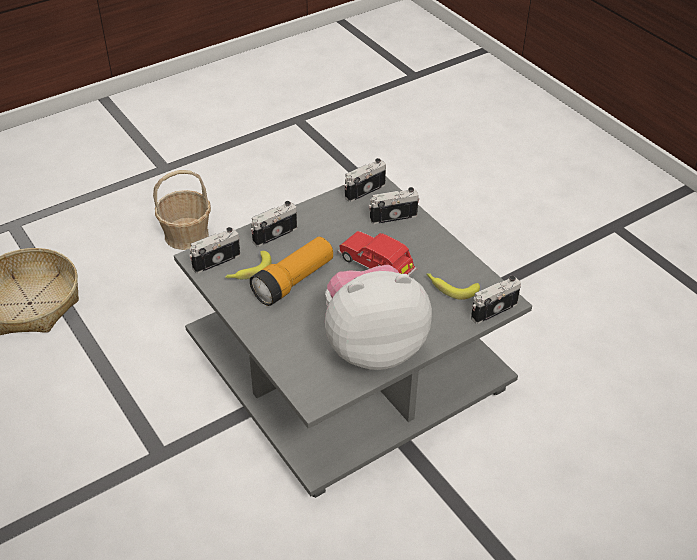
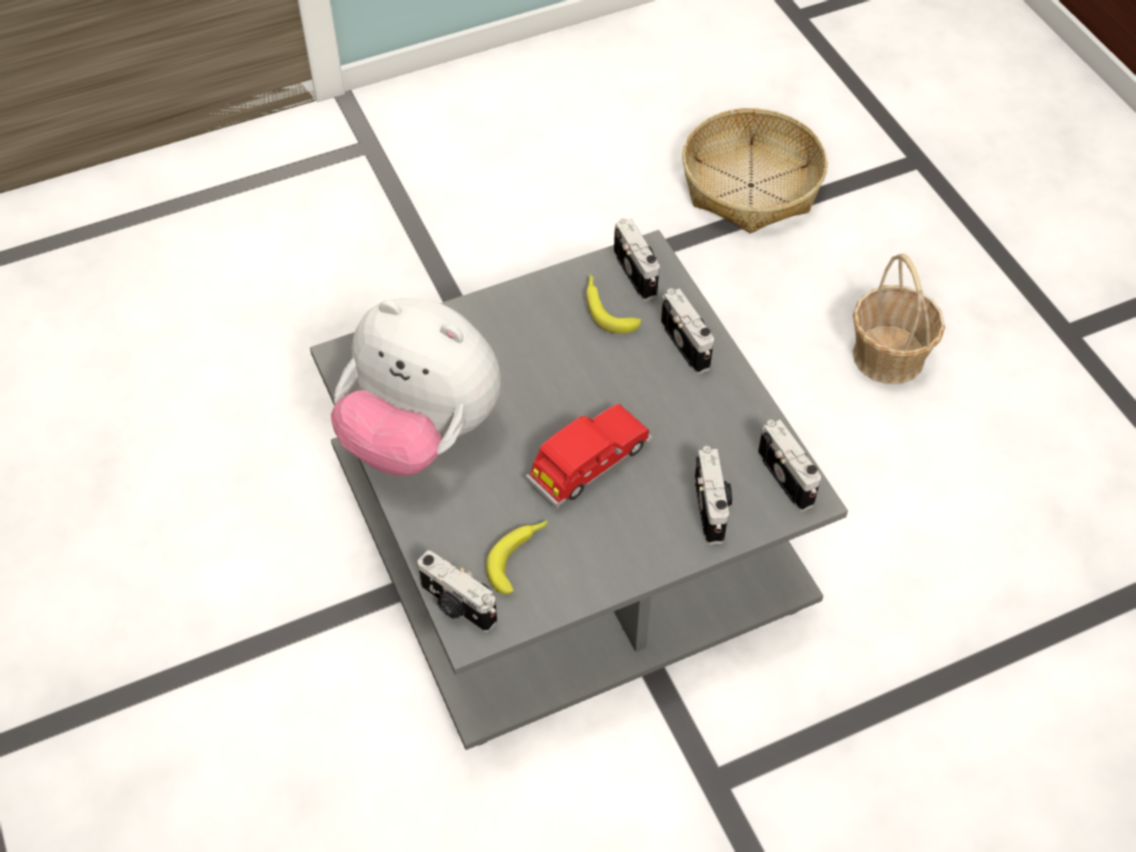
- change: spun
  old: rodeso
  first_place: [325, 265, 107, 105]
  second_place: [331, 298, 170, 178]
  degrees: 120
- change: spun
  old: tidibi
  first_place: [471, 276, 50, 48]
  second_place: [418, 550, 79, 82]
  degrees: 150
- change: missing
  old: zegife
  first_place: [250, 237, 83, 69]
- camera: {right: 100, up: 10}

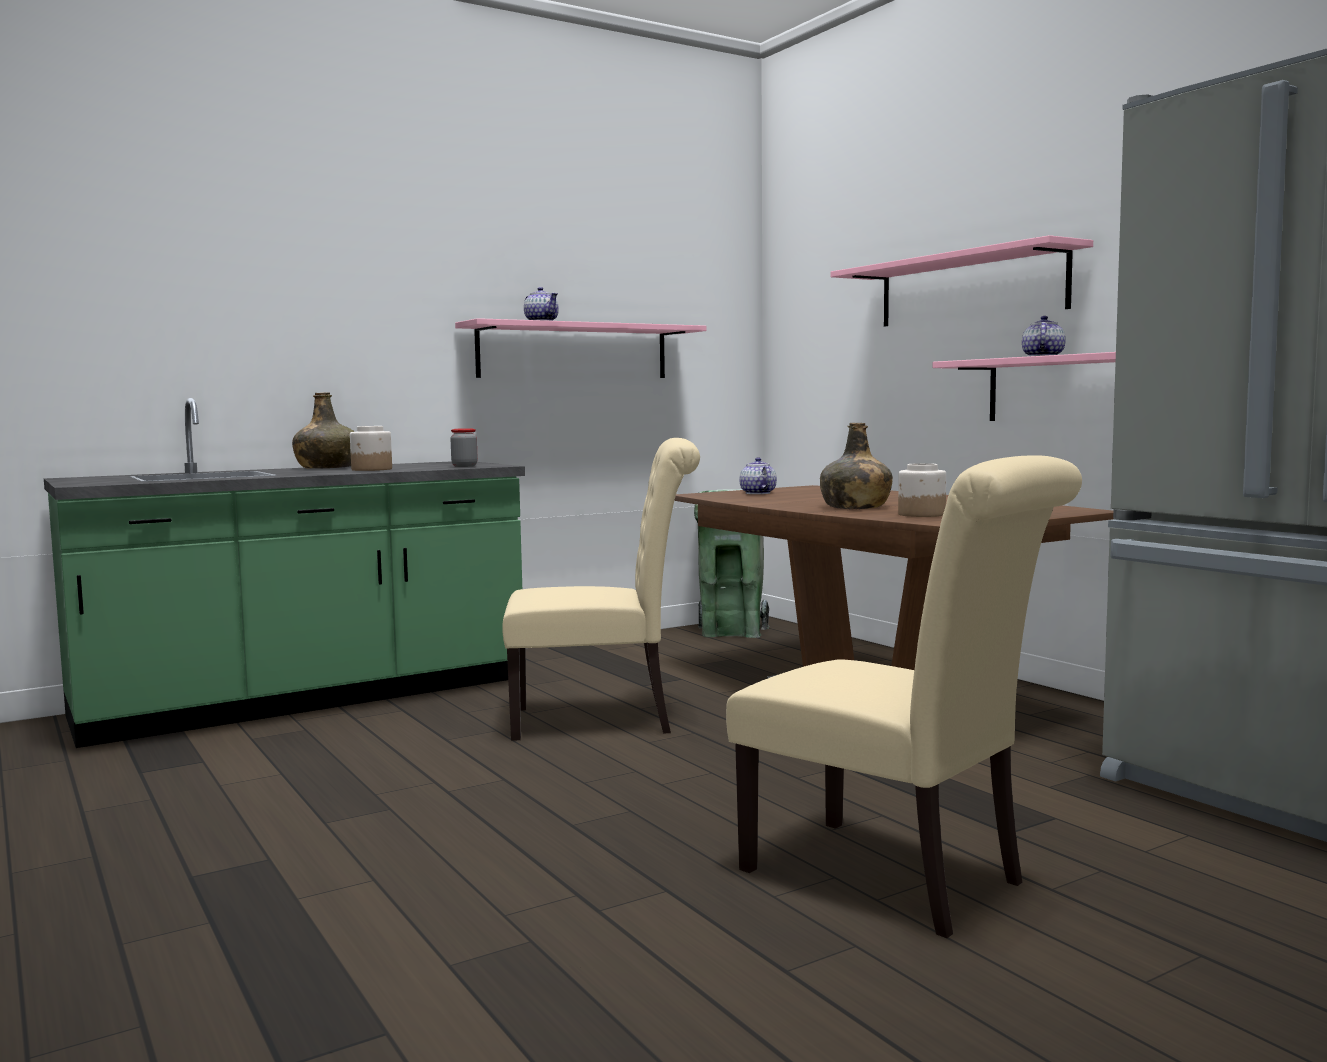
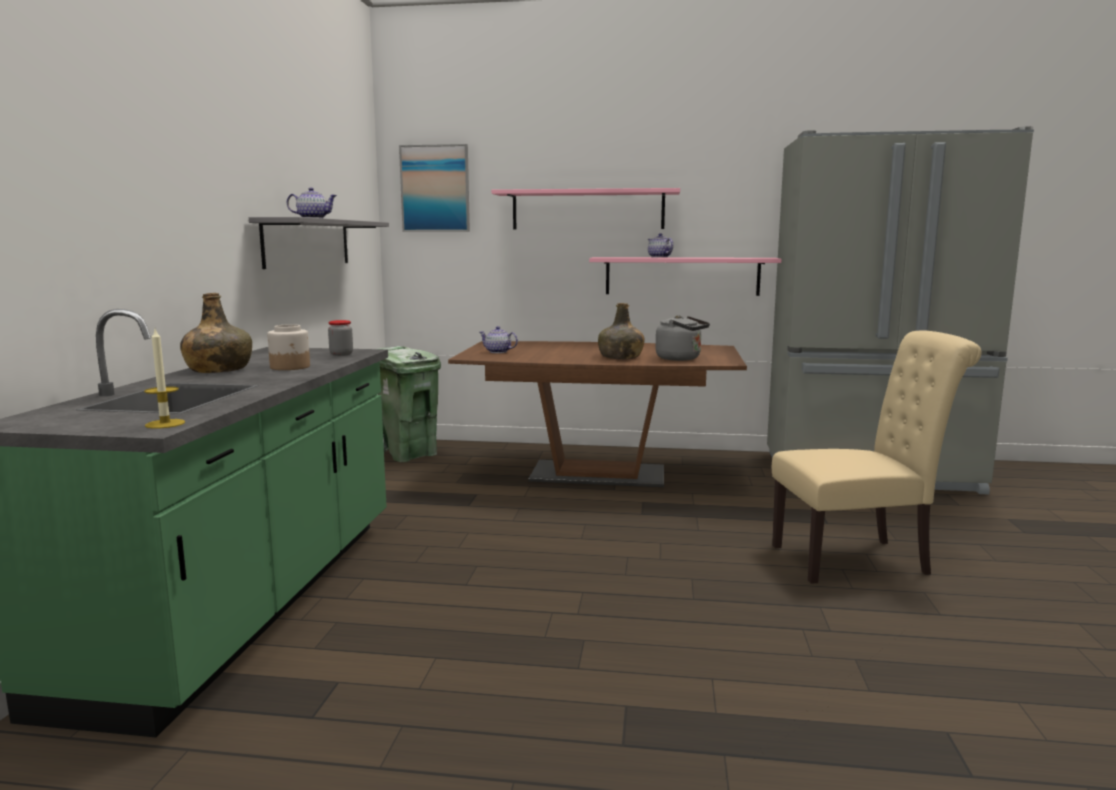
- change: appeared
  new: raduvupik
  second_place: [144, 329, 41, 100]
- change: colour
  old: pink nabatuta
  new: grey nabatuta
  first_place: [455, 318, 251, 60]
  second_place: [249, 217, 140, 52]
- change: appeared
  new: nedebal
  second_place: [399, 144, 71, 88]
- change: exchanged
  old: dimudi
  new: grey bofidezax
  first_place: [898, 463, 48, 54]
  second_place: [655, 315, 55, 46]
- change: missing
  old: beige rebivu
  first_place: [502, 438, 198, 303]
- camera: {right: -50, up: 5}

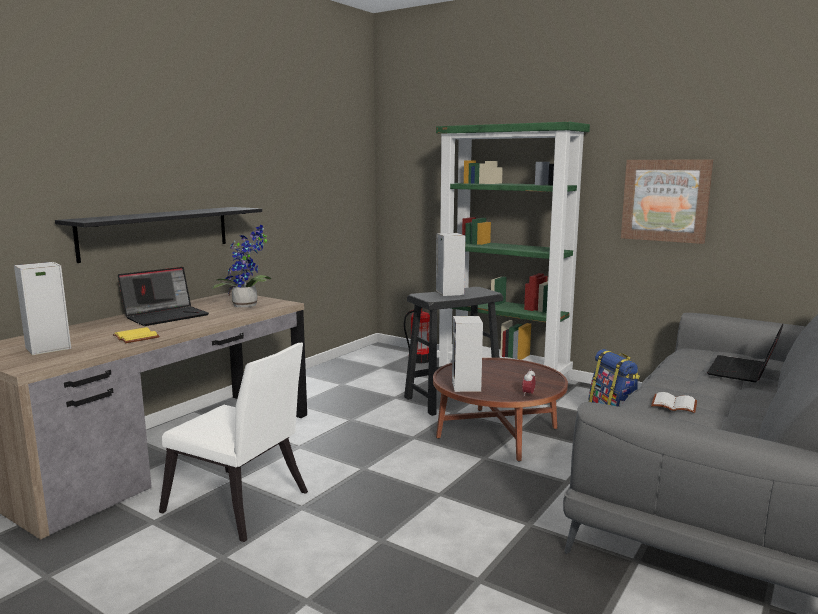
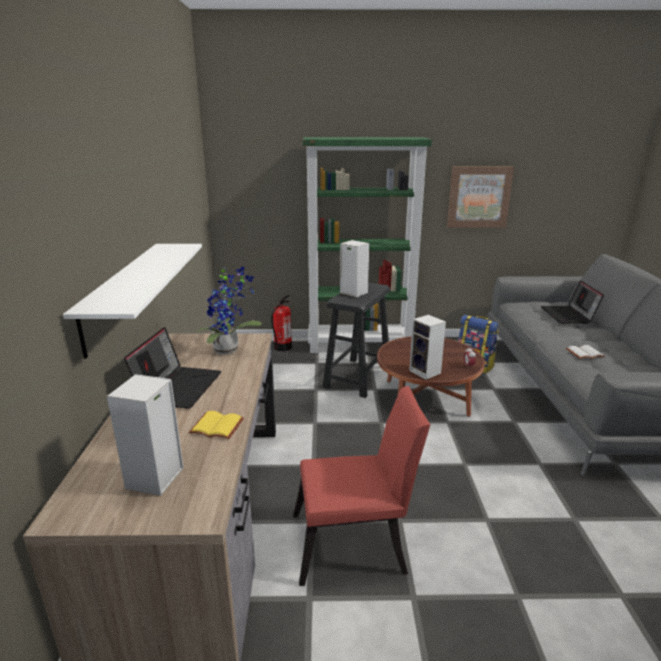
- change: colour
  old: black nabatuta
  new: white nabatuta
  first_place: [55, 207, 207, 56]
  second_place: [63, 244, 139, 115]
- change: colour
  old: white rebivu
  new: red rebivu
  first_place: [159, 343, 149, 199]
  second_place: [293, 386, 137, 200]
- camera: {right: -35, up: 10}

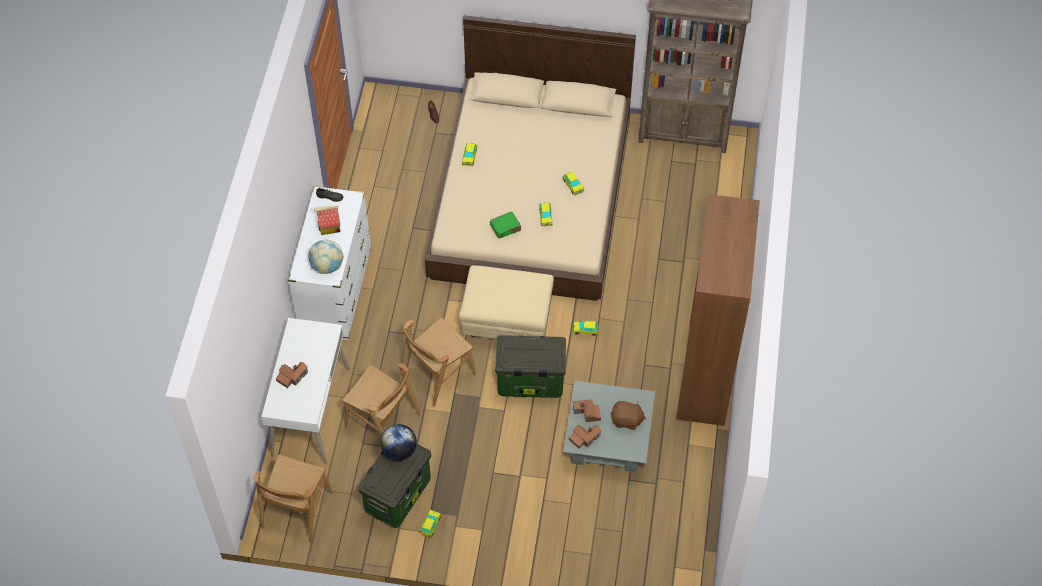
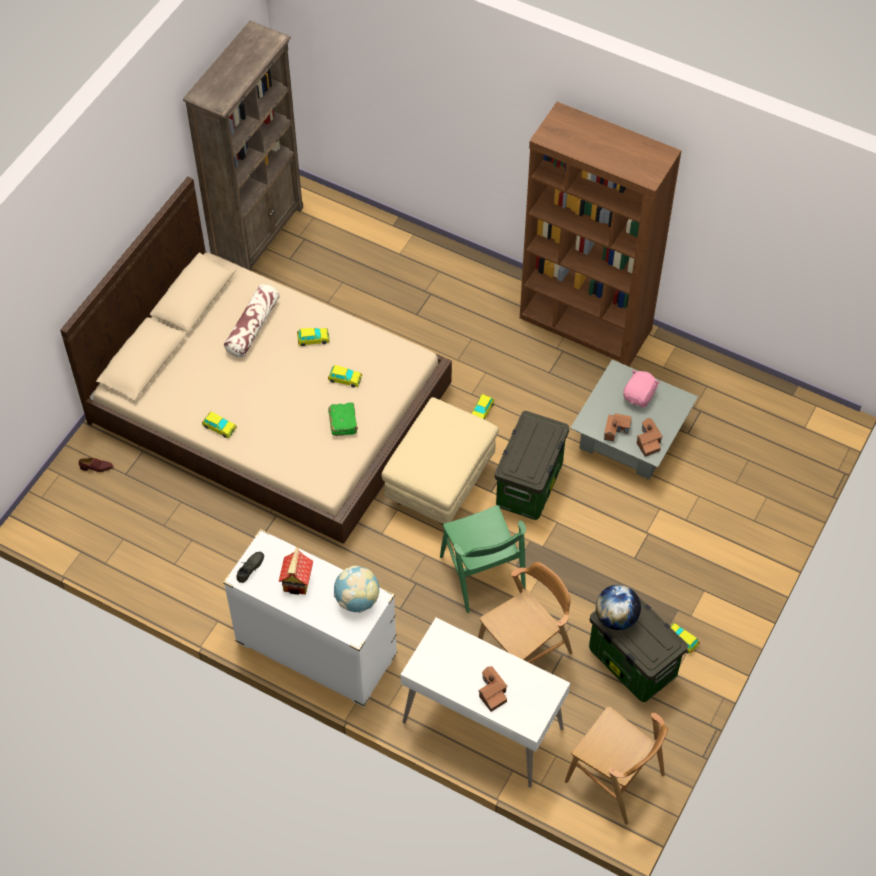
- change: appeared
  new: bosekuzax
  second_place: [224, 284, 56, 73]
- change: colour
  old: brown rebivu
  new: green rebivu
  first_place: [401, 318, 75, 89]
  second_place: [440, 505, 86, 108]
- change: colour
  old: brown rodeso
  new: pink rodeso
  first_place: [611, 401, 35, 29]
  second_place: [623, 370, 37, 38]
- camera: {right: -70, up: 0}

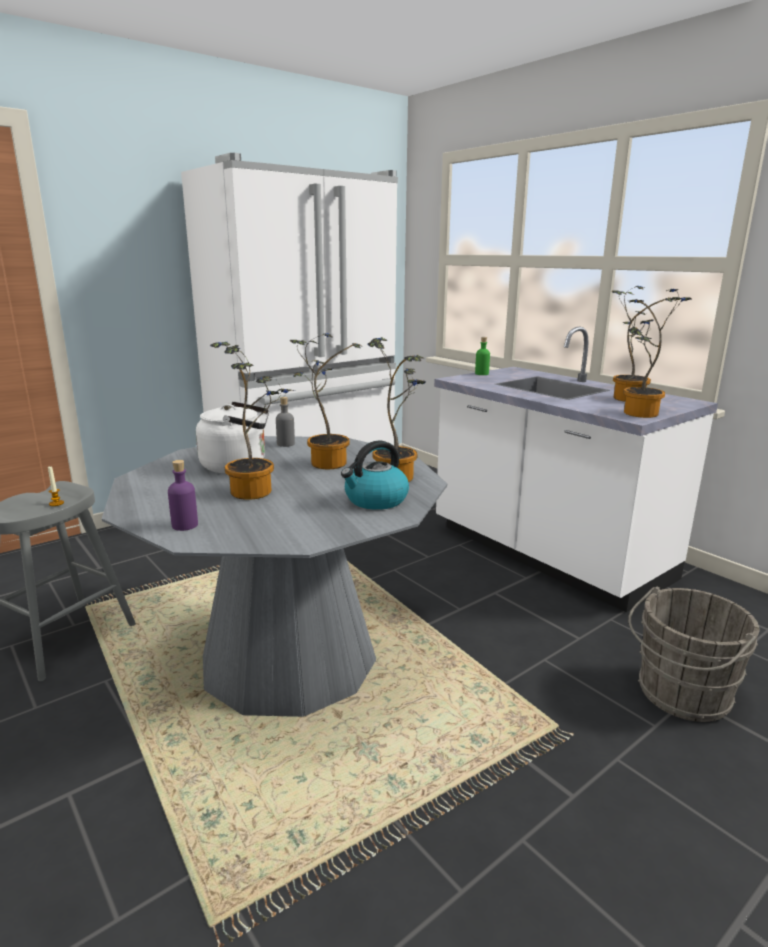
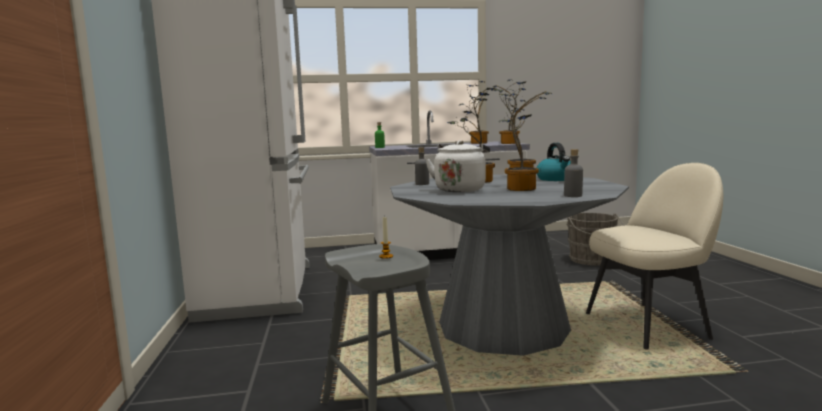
- change: colour
  old: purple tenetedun
  new: grey tenetedun
  first_place: [168, 460, 30, 71]
  second_place: [564, 149, 19, 48]
- change: appeared
  new: beige rebivu
  second_place: [586, 163, 137, 187]
- camera: {right: -60, up: -10}

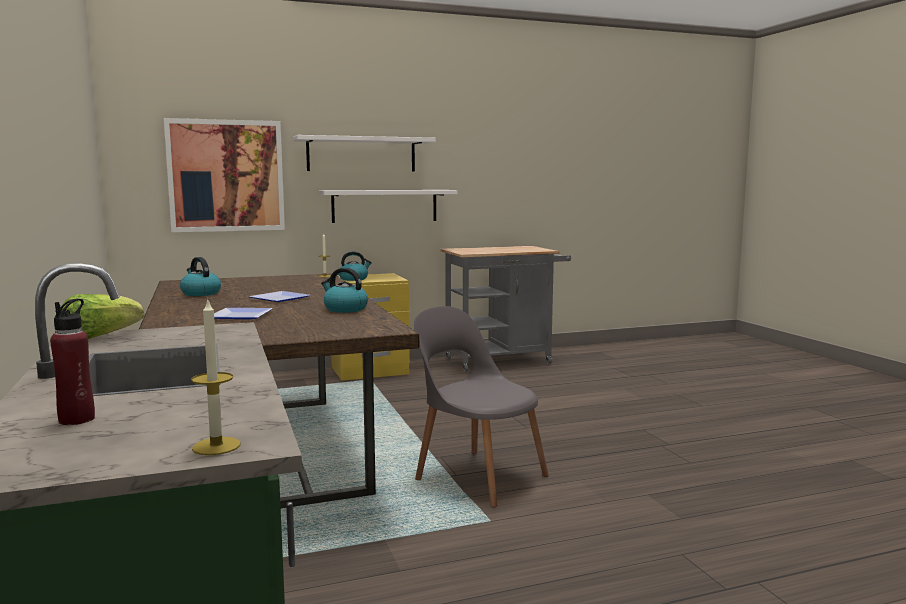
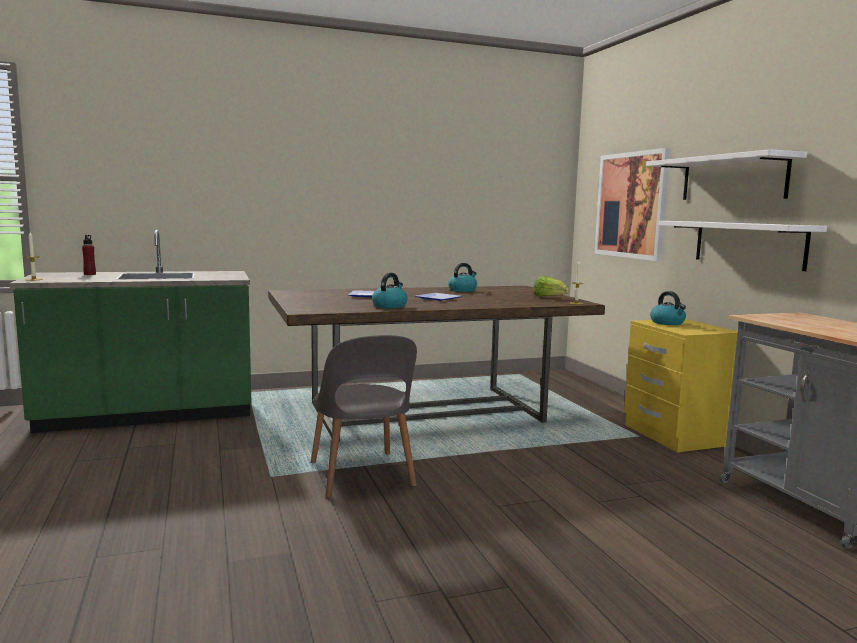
- change: spun
  old: grey rebivu
  first_place: [414, 306, 135, 201]
  second_place: [311, 335, 106, 163]
  degrees: 120
- change: relocated
  old: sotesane
  first_place: [62, 294, 82, 45]
  second_place: [533, 276, 36, 21]
- camera: {right: 90, up: 0}

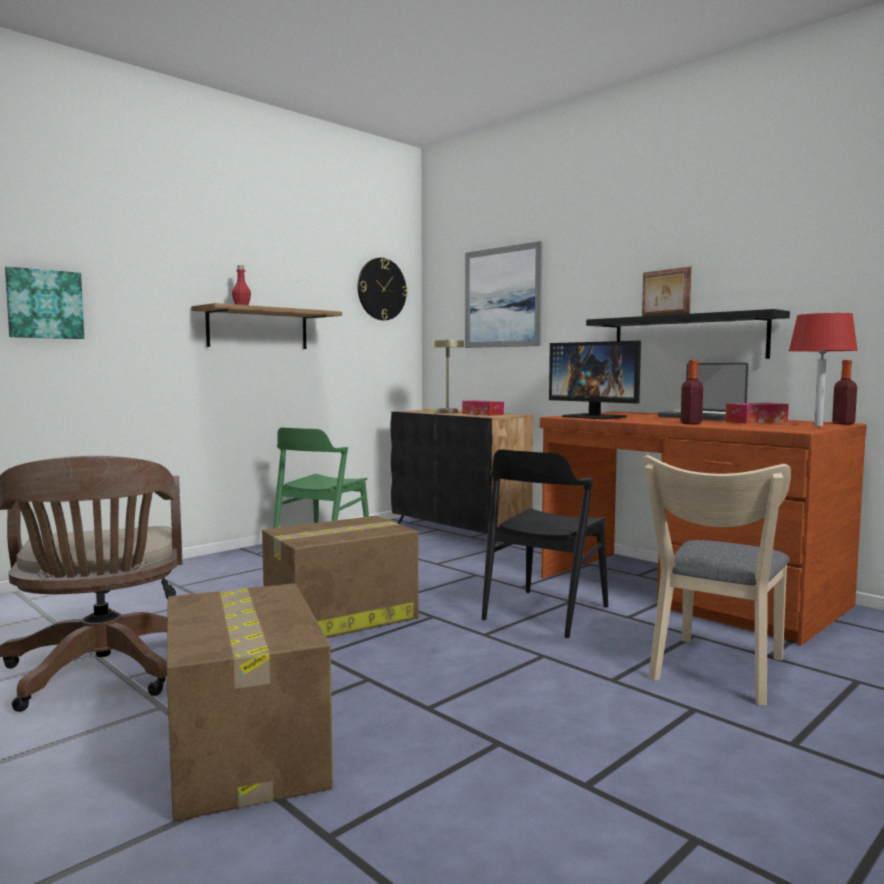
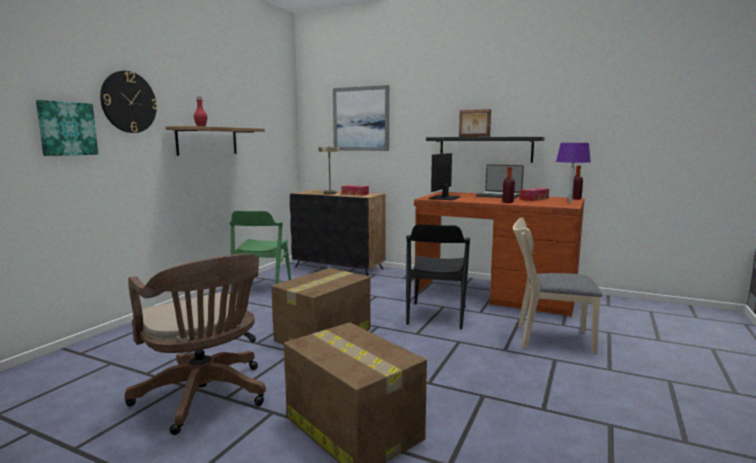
- change: relocated
  old: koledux
  first_place: [357, 258, 51, 62]
  second_place: [100, 71, 58, 62]
- change: spun
  old: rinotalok
  first_place: [549, 341, 92, 78]
  second_place: [428, 153, 32, 47]
  degrees: 90
- change: spun
  old: beige rebivu
  first_place: [643, 455, 148, 251]
  second_place: [513, 218, 89, 136]
  degrees: 90
- change: colour
  old: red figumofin
  new: purple figumofin
  first_place: [789, 313, 69, 114]
  second_place: [556, 143, 35, 59]
- camera: {right: -20, up: 5}

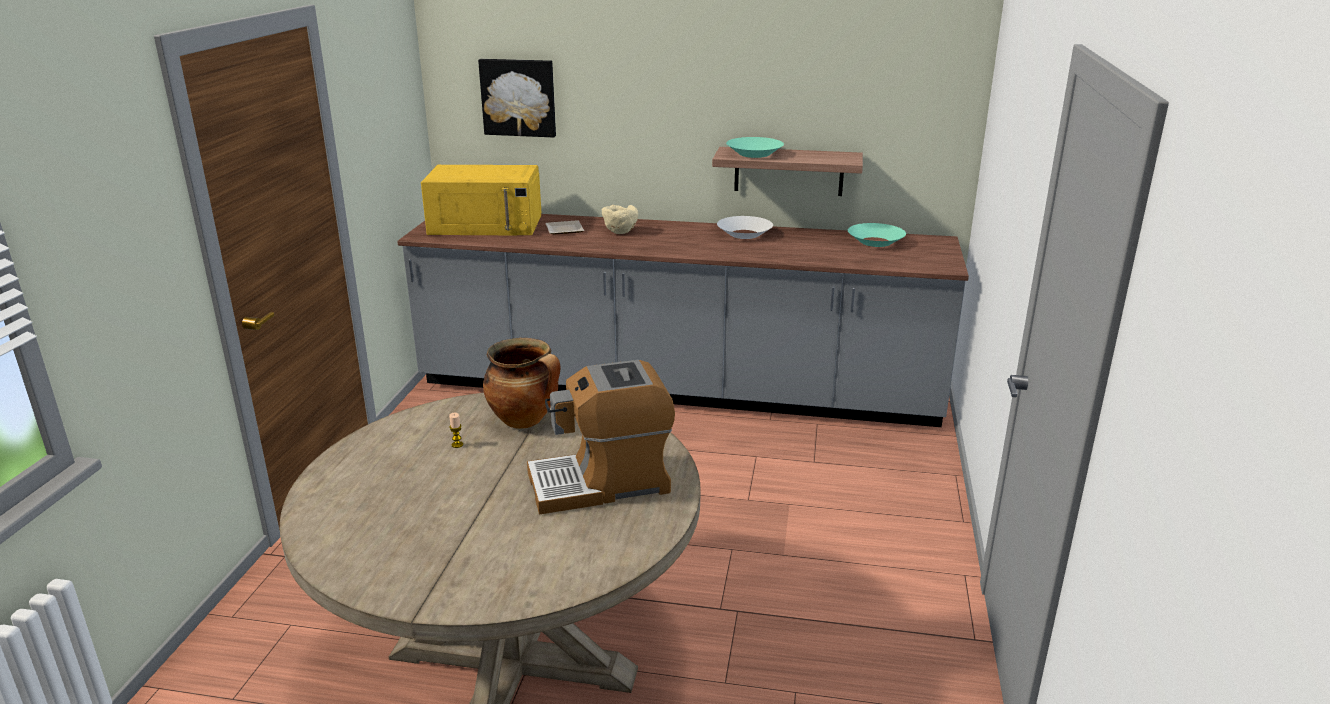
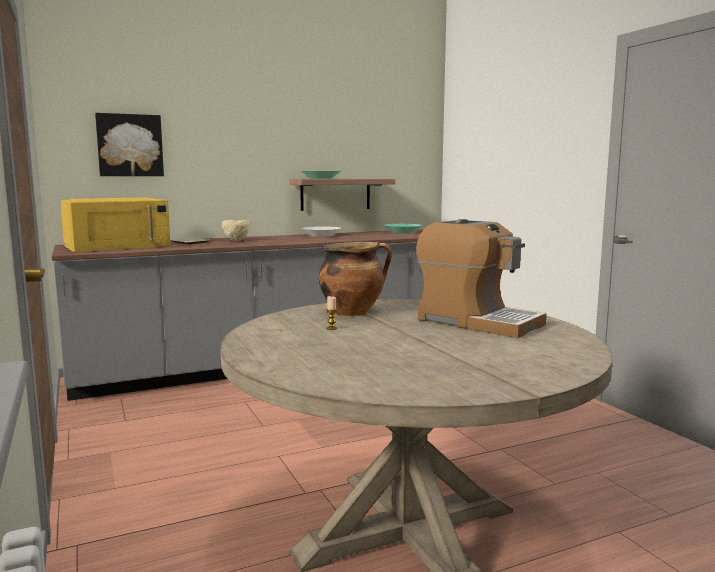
- change: spun
  old: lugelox
  first_place: [527, 360, 148, 154]
  second_place: [416, 219, 130, 119]
  degrees: -90
- camera: {right: -35, up: -15}

